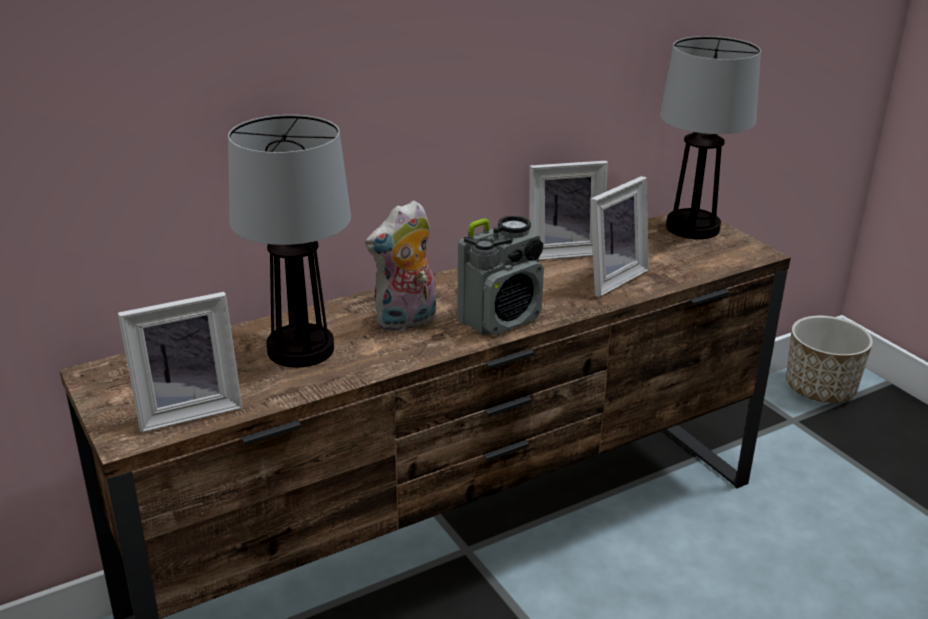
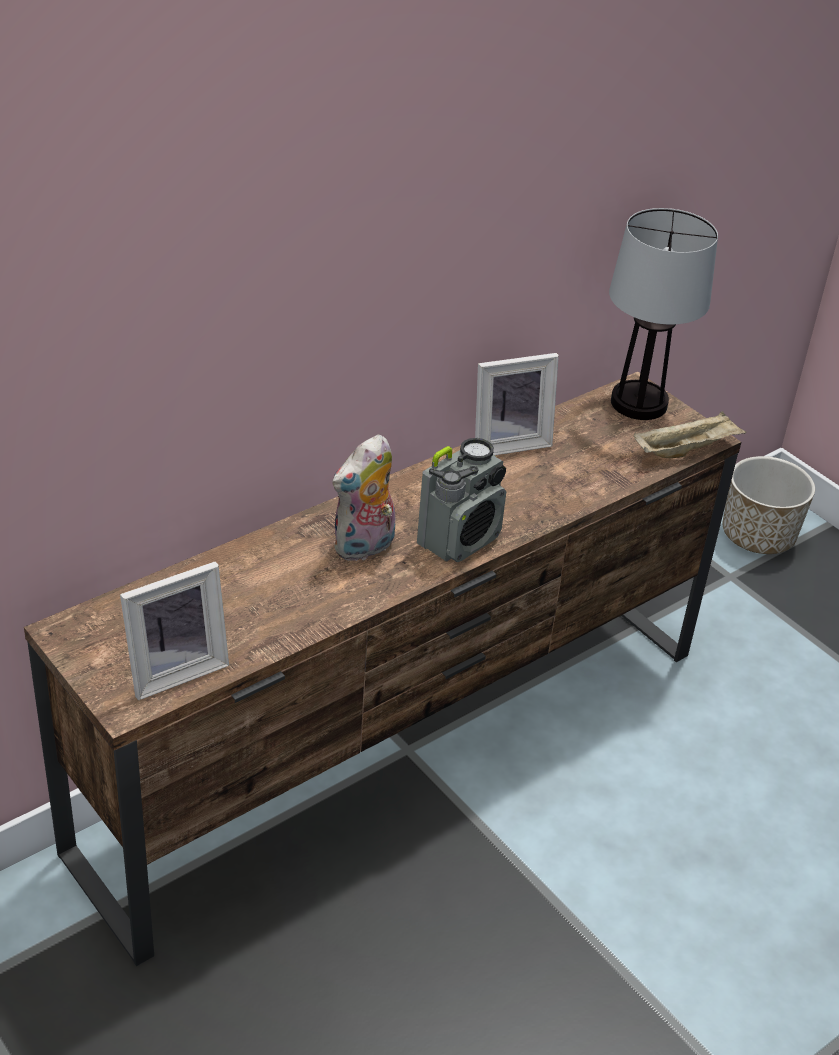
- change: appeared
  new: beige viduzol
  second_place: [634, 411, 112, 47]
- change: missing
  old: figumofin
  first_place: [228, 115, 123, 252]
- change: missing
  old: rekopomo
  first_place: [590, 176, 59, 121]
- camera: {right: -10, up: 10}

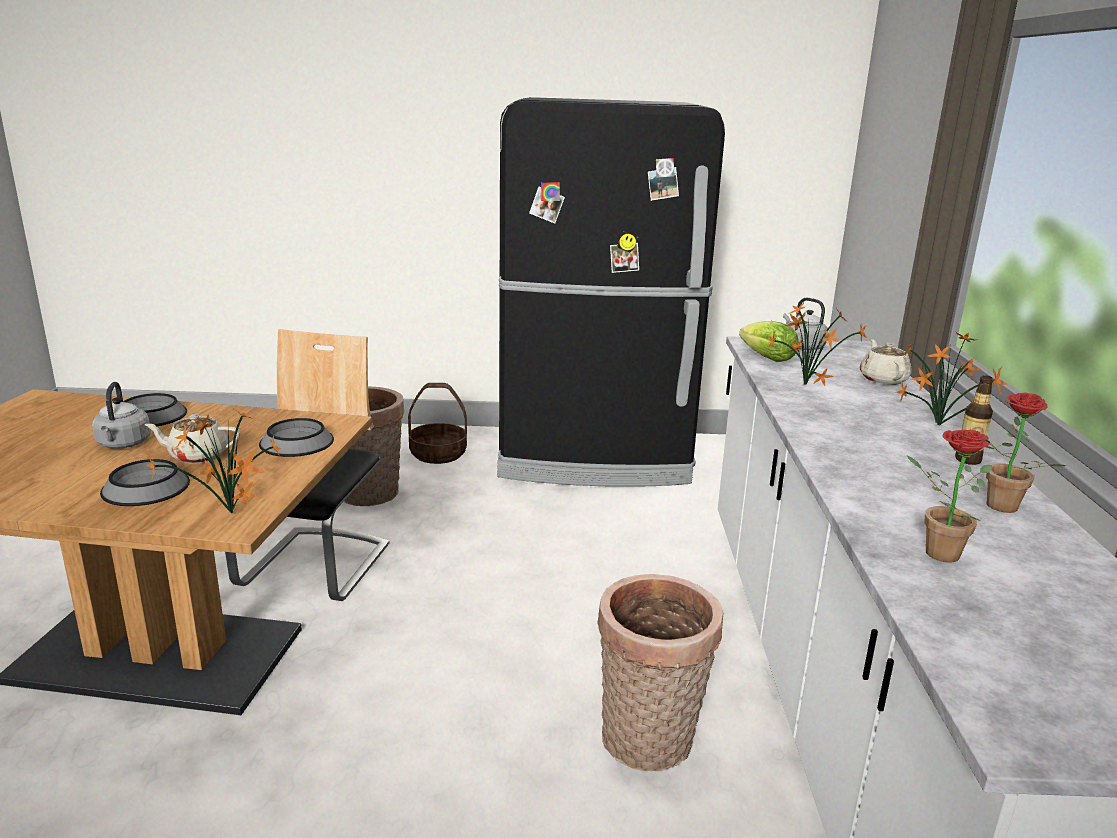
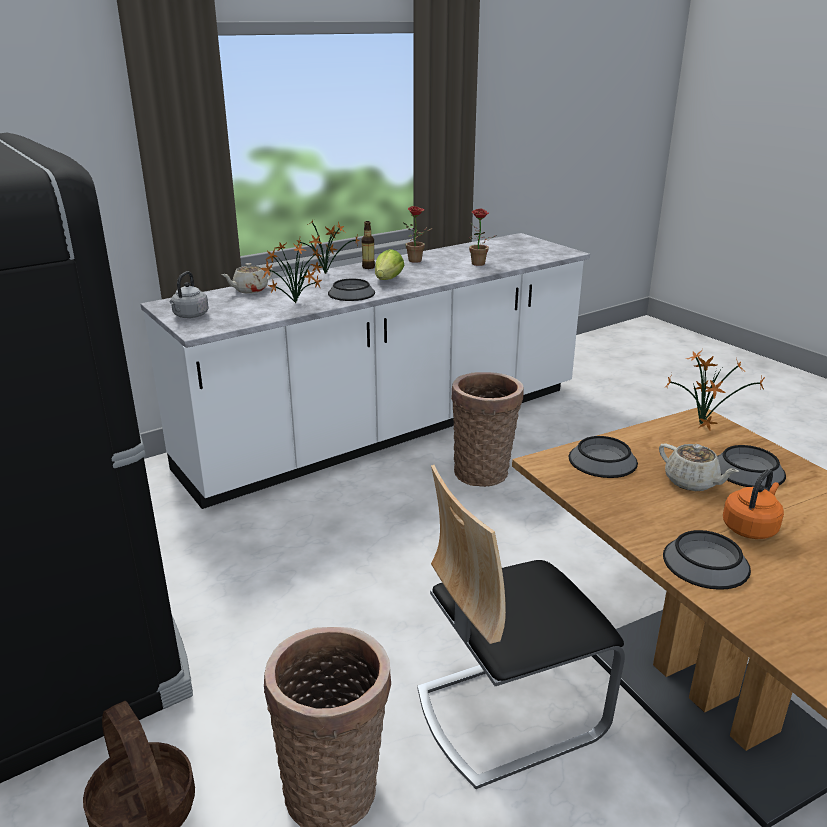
- change: appeared
  new: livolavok
  second_place: [328, 279, 47, 22]
- change: relocated
  old: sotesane
  first_place: [739, 321, 59, 41]
  second_place: [375, 249, 30, 31]
- change: colour
  old: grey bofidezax
  new: orange bofidezax
  first_place: [92, 382, 59, 67]
  second_place: [723, 469, 61, 70]
- camera: {right: -125, up: 5}

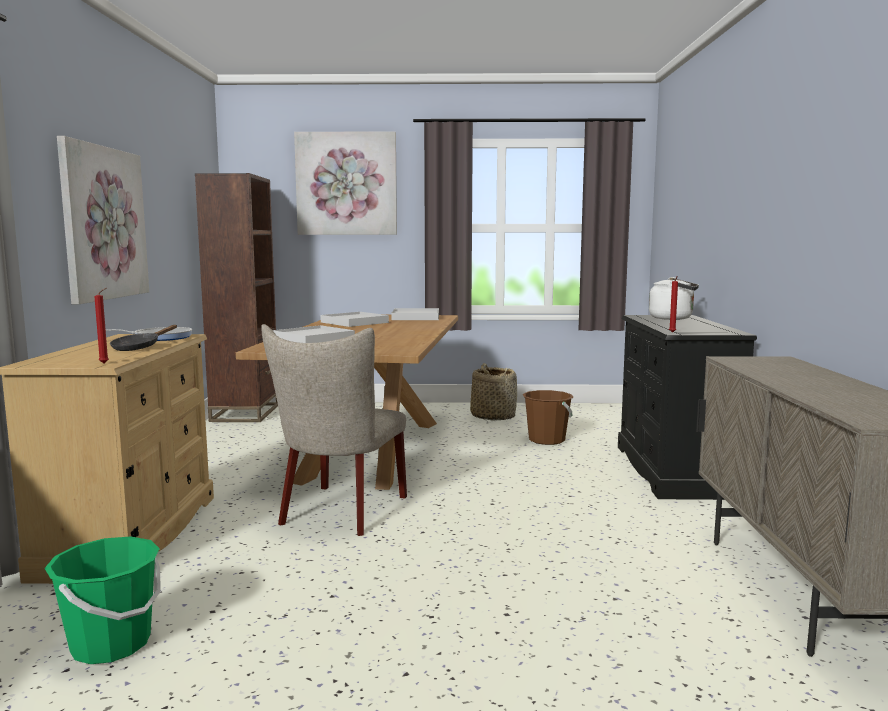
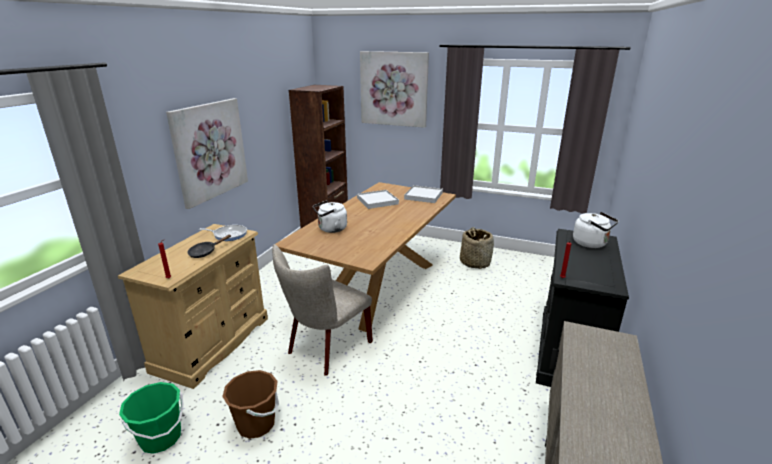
- change: relocated
  old: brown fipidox
  first_place: [523, 390, 50, 55]
  second_place: [222, 370, 57, 69]
- change: exchanged
  old: white viduzol
  new: white bofidezax
  first_place: [273, 325, 82, 18]
  second_place: [313, 200, 34, 33]
- camera: {right: 20, up: 15}

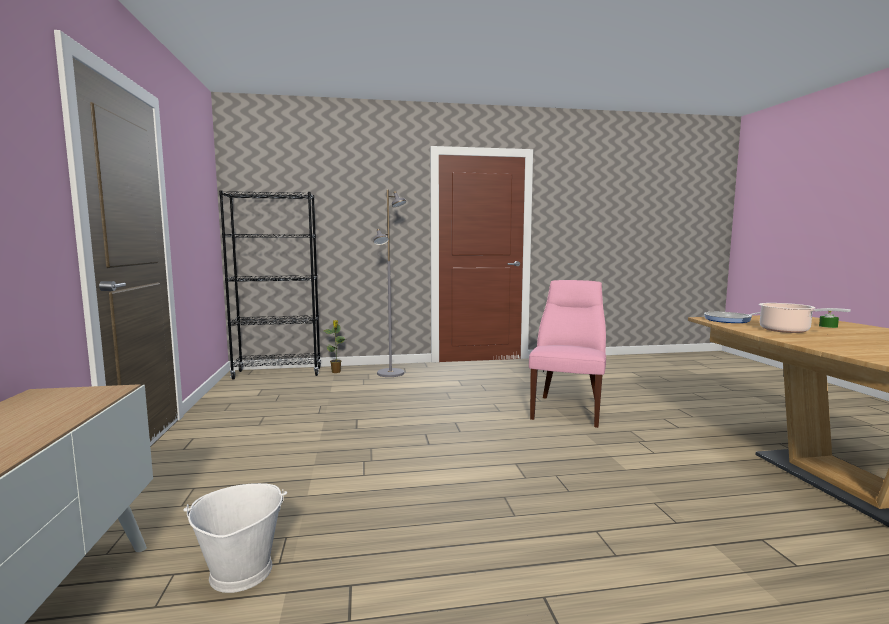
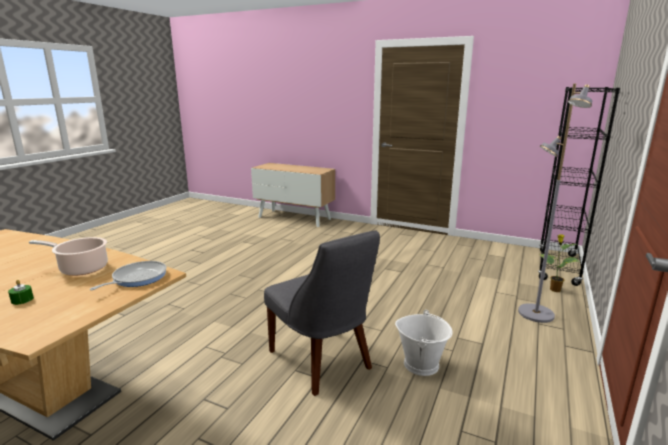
- change: colour
  old: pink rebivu
  new: grey rebivu
  first_place: [529, 280, 77, 148]
  second_place: [264, 230, 116, 166]
- change: relocated
  old: white fipidox
  first_place: [183, 483, 104, 110]
  second_place: [395, 310, 58, 66]
- camera: {right: 125, up: 10}

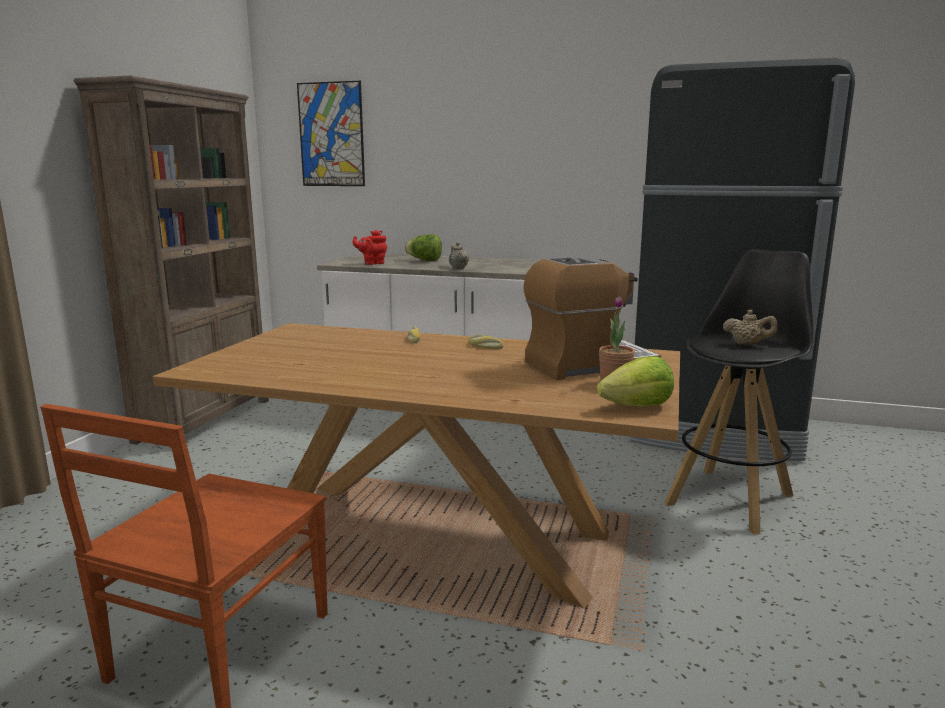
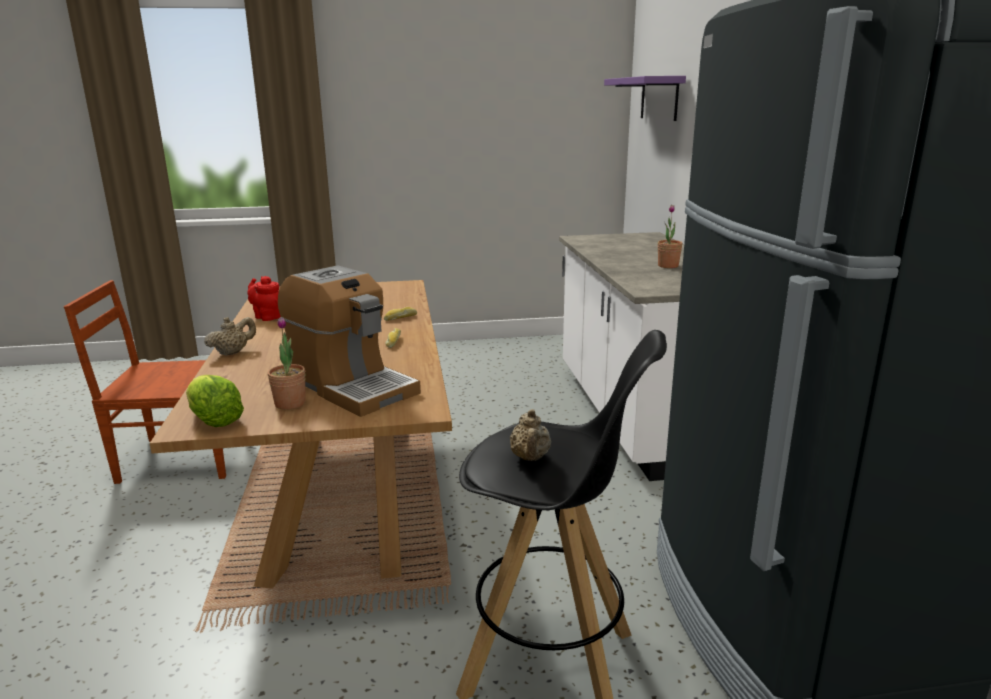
- change: relocated
  old: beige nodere
  first_place: [449, 242, 20, 27]
  second_place: [204, 317, 52, 39]
- change: relocated
  old: red nodere
  first_place: [353, 230, 34, 35]
  second_place: [247, 276, 34, 45]
- change: exchanged
  old: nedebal
  new: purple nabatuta
  first_place: [297, 81, 68, 105]
  second_place: [604, 76, 82, 45]
- change: appeared
  new: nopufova
  second_place: [657, 205, 26, 63]
- change: missing
  old: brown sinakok
  first_place: [74, 75, 195, 370]
- change: missing
  old: sotesane
  first_place: [405, 234, 37, 27]
- camera: {right: 65, up: 5}

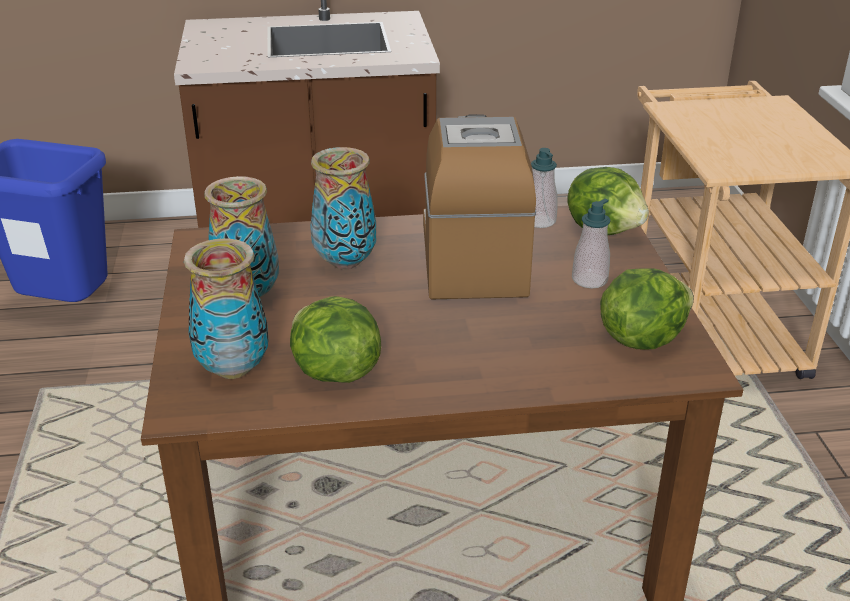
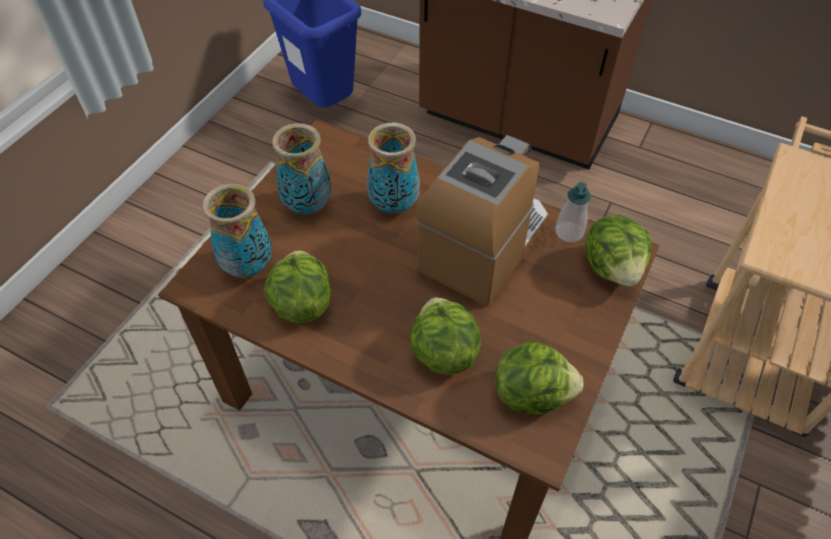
- change: appeared
  new: sotesane
  second_place: [411, 297, 70, 78]
- change: missing
  old: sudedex
  first_place: [572, 199, 38, 89]
- camera: {right: 35, up: 20}

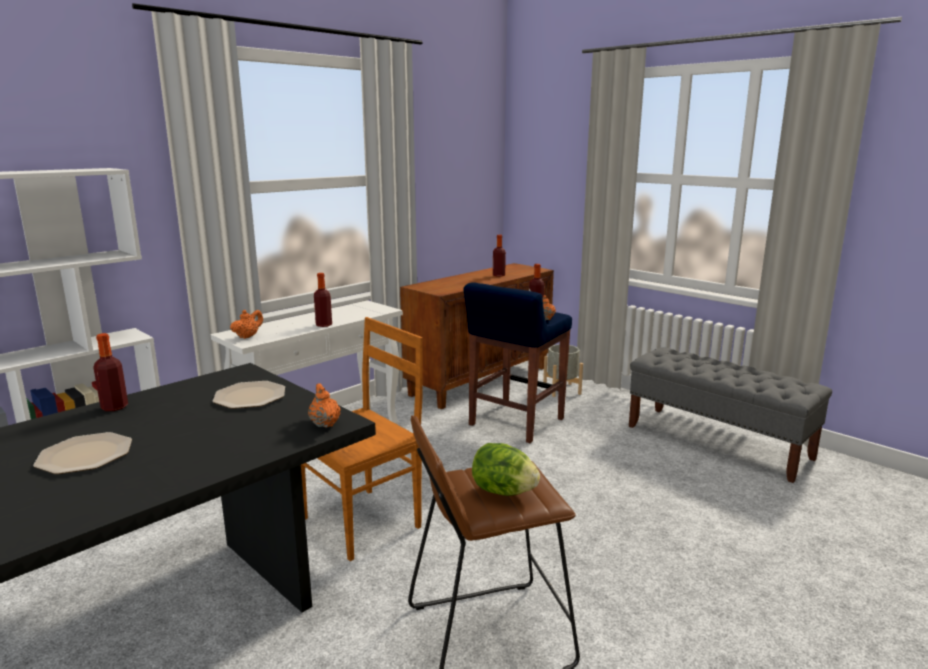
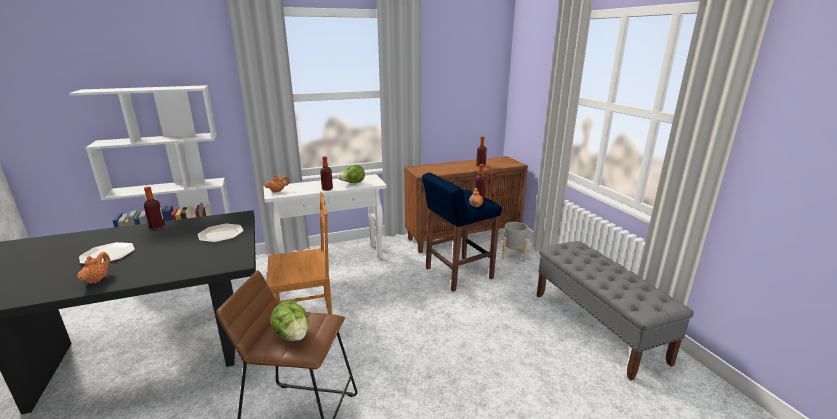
- change: relocated
  old: orange nodere
  first_place: [308, 383, 33, 45]
  second_place: [77, 252, 33, 32]
- change: appeared
  new: sotesane
  second_place: [338, 165, 27, 18]
- camera: {right: 25, up: 5}

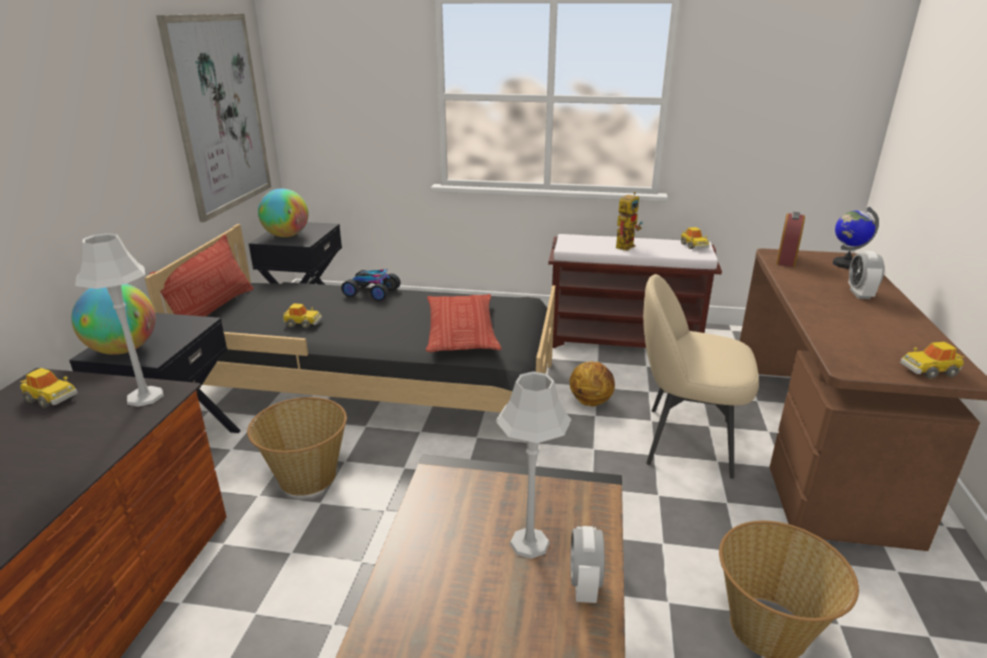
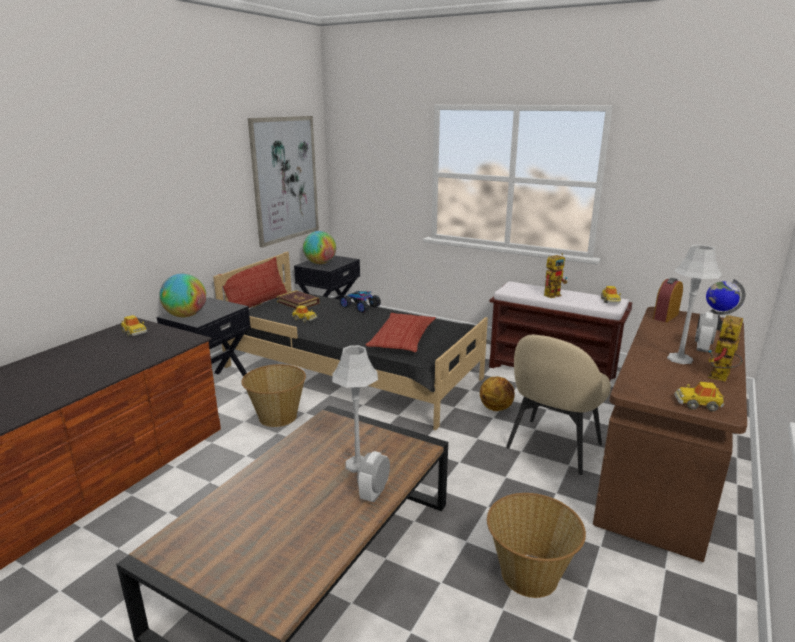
- change: appeared
  new: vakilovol
  second_place: [276, 290, 44, 19]
- change: spun
  old: beige rebivu
  first_place: [643, 274, 116, 205]
  second_place: [506, 335, 105, 140]
  degrees: -90
- change: relocated
  old: grey figumofin
  first_place: [75, 233, 88, 174]
  second_place: [667, 244, 55, 120]
- change: appeared
  new: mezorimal
  second_place: [708, 315, 35, 66]
- camera: {right: 20, up: -5}

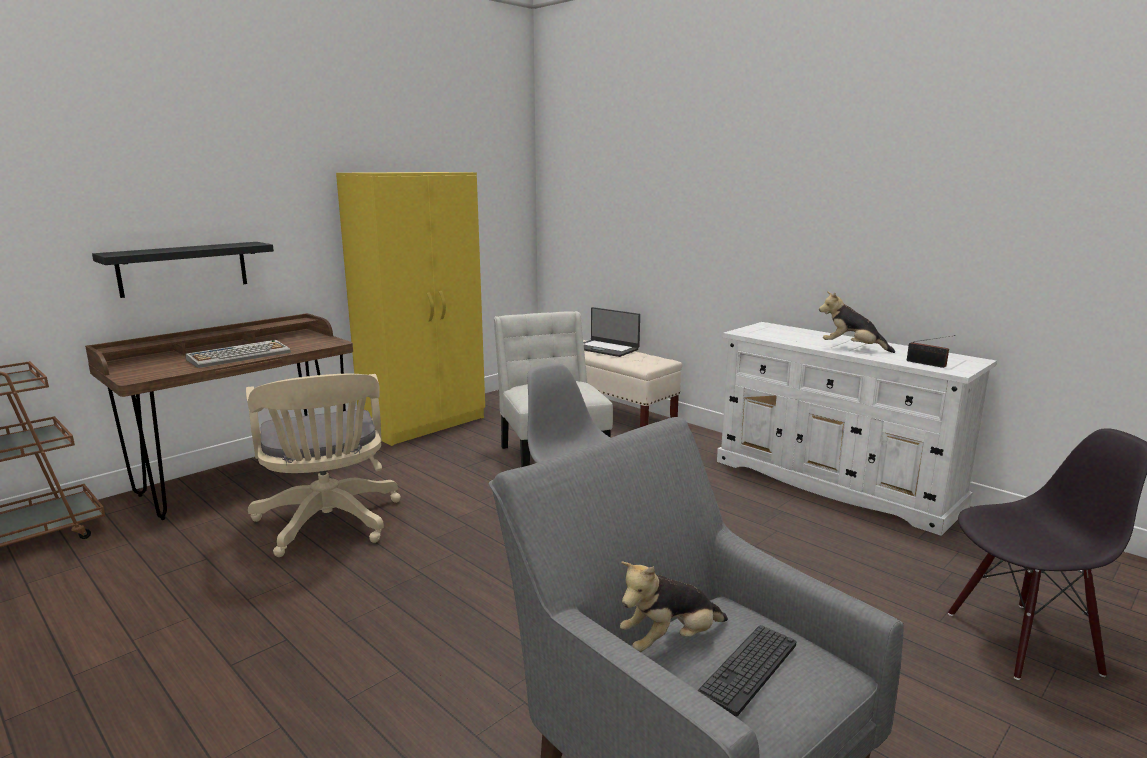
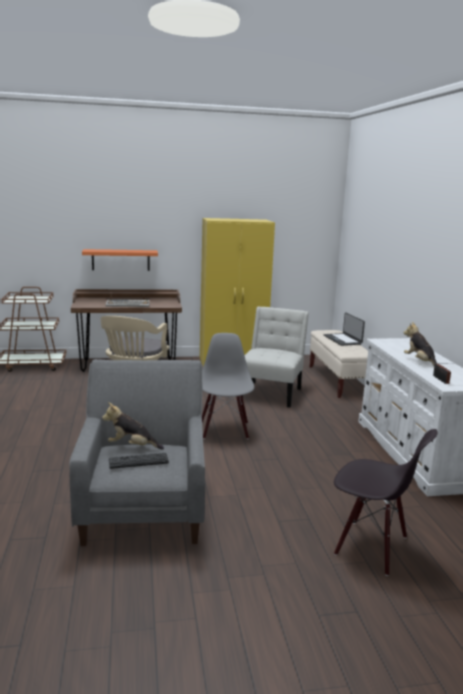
- change: colour
  old: black nabatuta
  new: orange nabatuta
  first_place: [92, 242, 182, 56]
  second_place: [82, 249, 76, 22]
- camera: {right: 35, up: 0}

